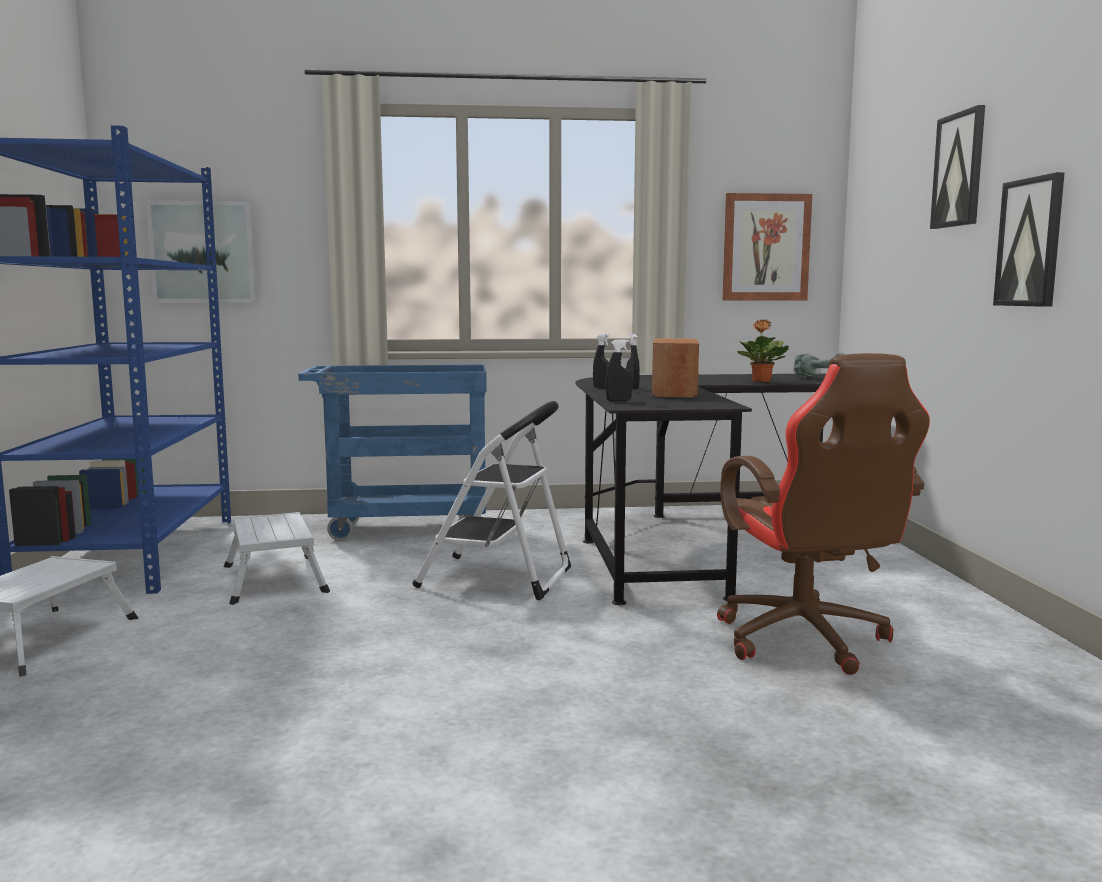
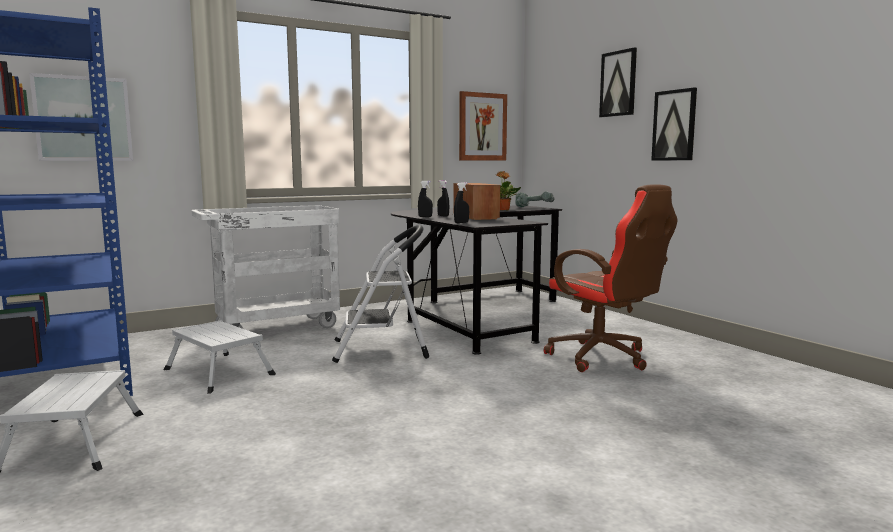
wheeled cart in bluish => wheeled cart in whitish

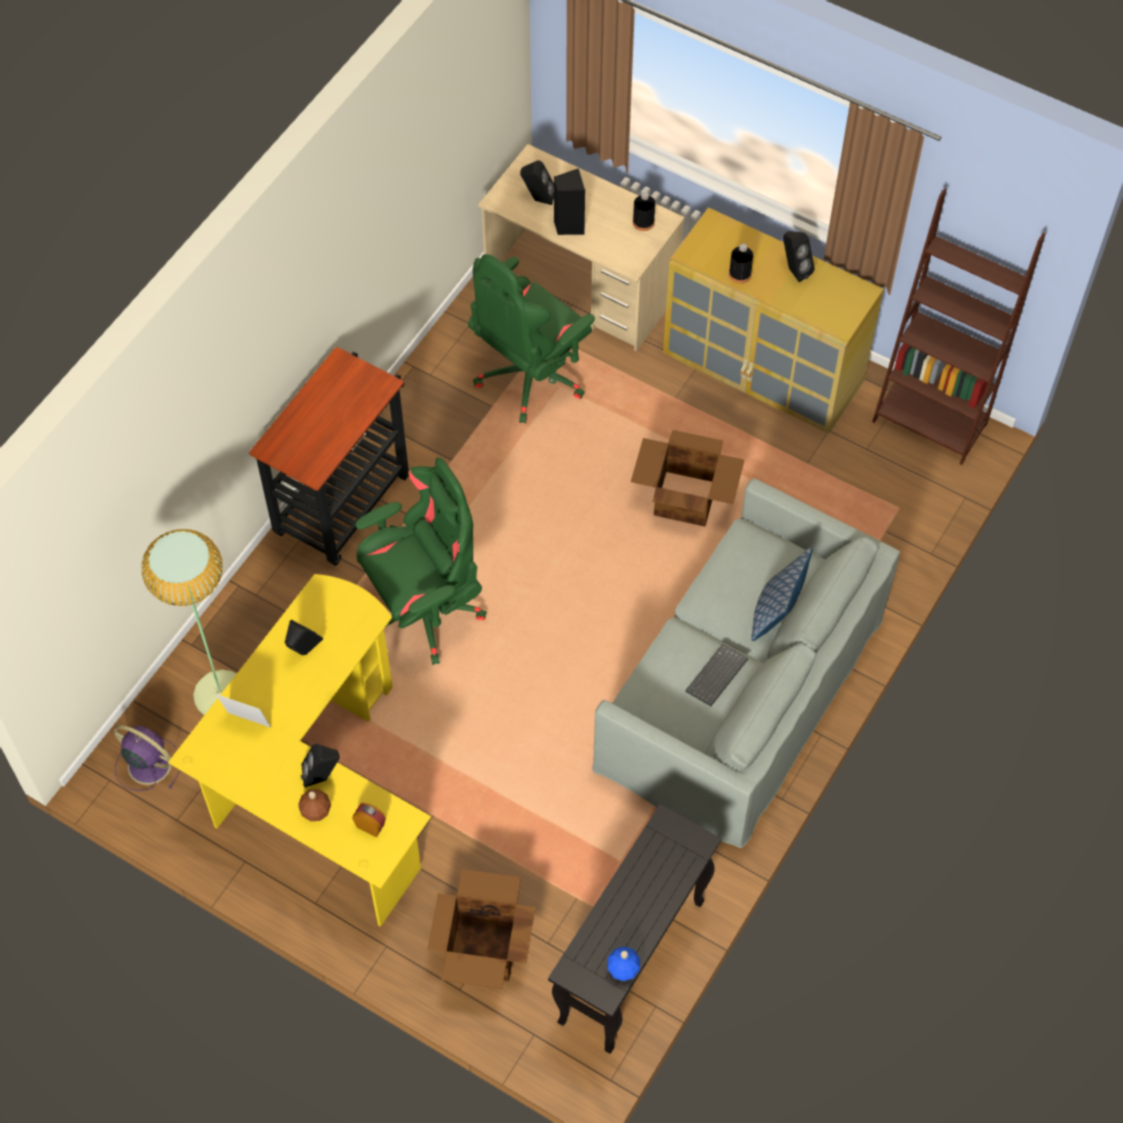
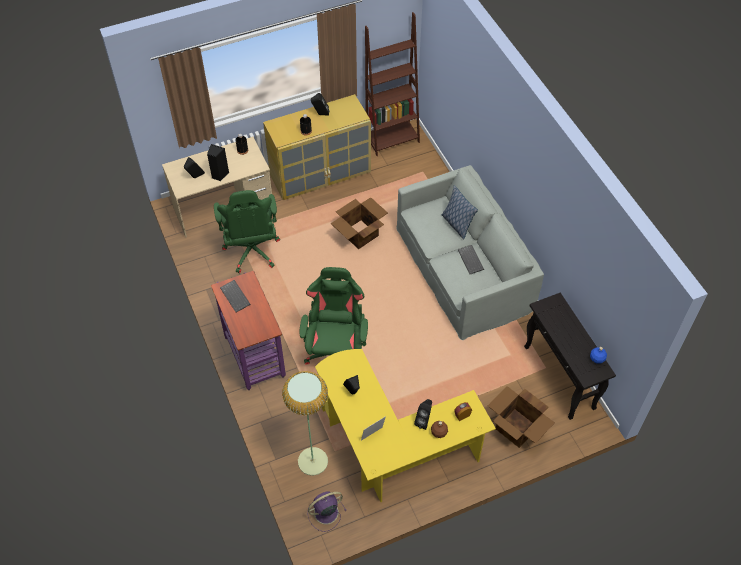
nothing => computer keyboard (1st from left)
wheeled cart in black => wheeled cart in purple-coloured

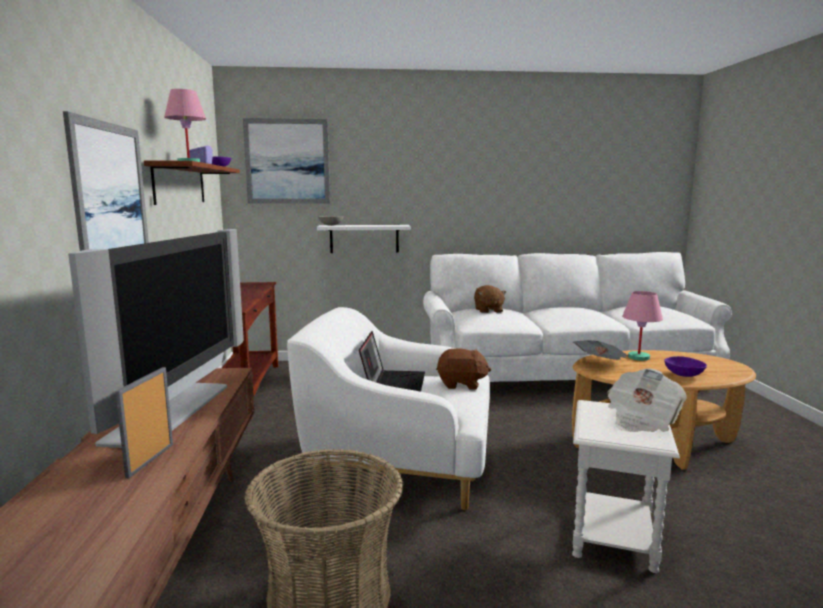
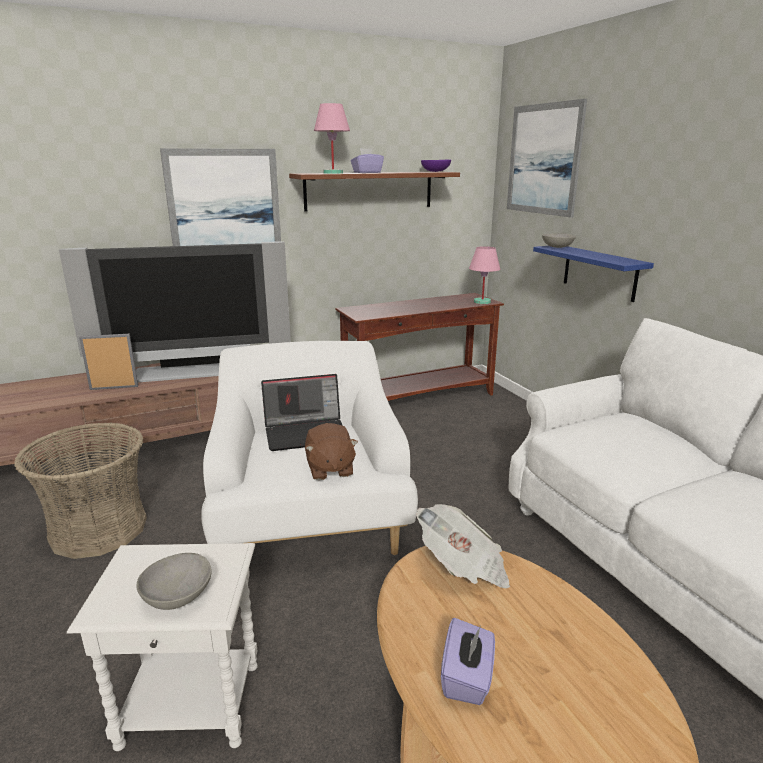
soft toy in brownish (2nd from left) => nothing
table lamp in pinkish (2nd from left), move
printed paper (2nd from left) => deep dish in greyish (1st from left)
deep dish in purple-coloured (2nd from left) => tissue box in purple-coloured (2nd from left)
bracket shelf in whitish => bracket shelf in bluish

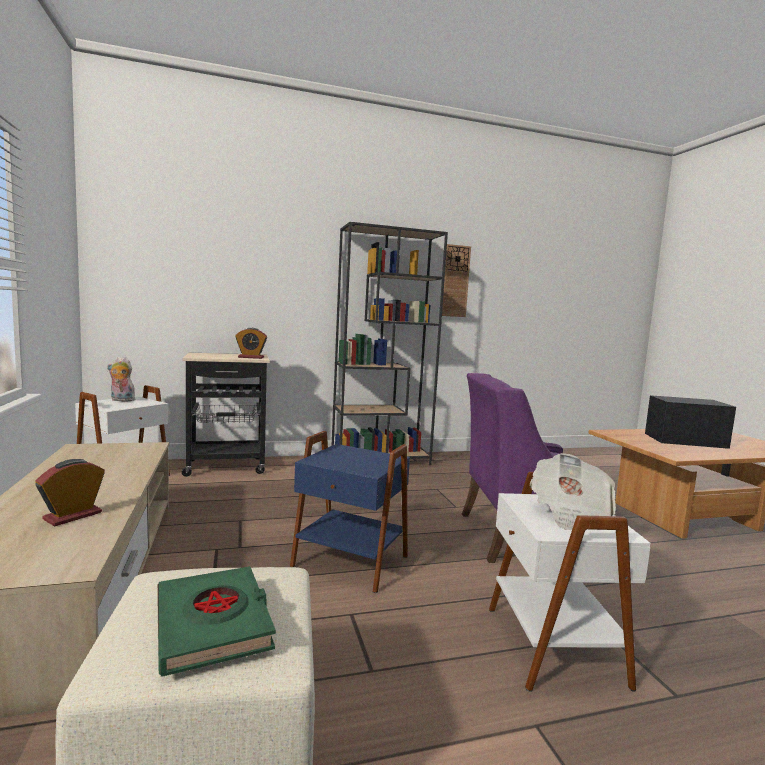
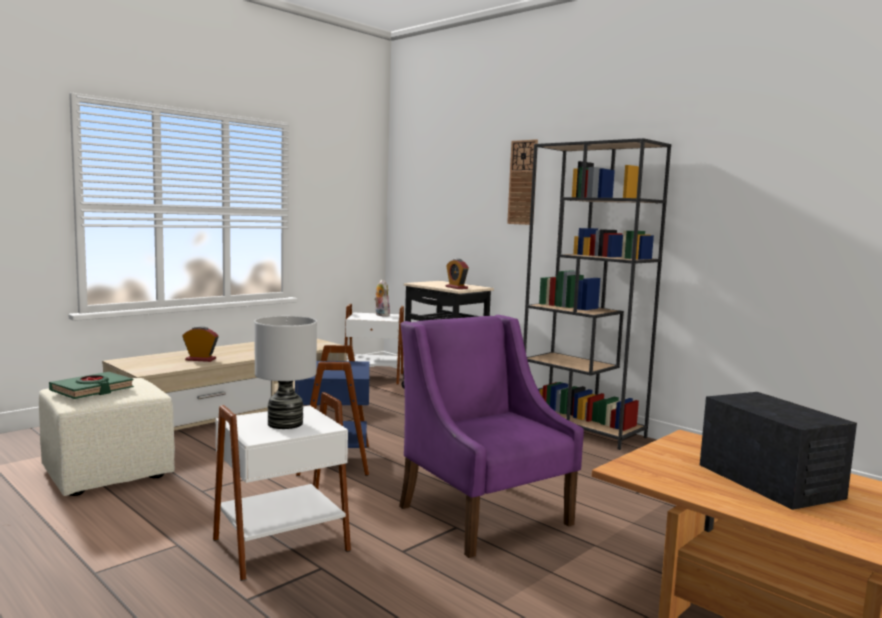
hanging clock, move
printed paper => table lamp in greyish

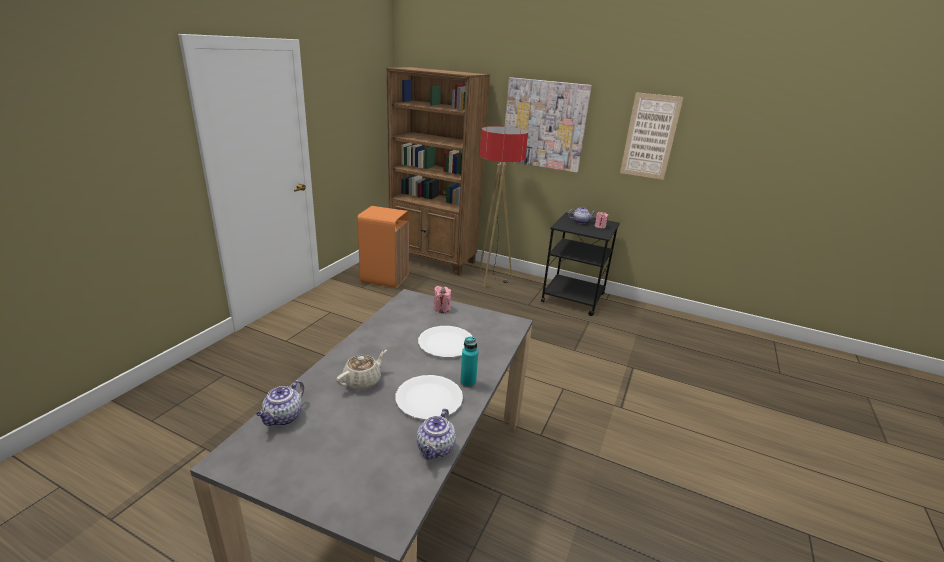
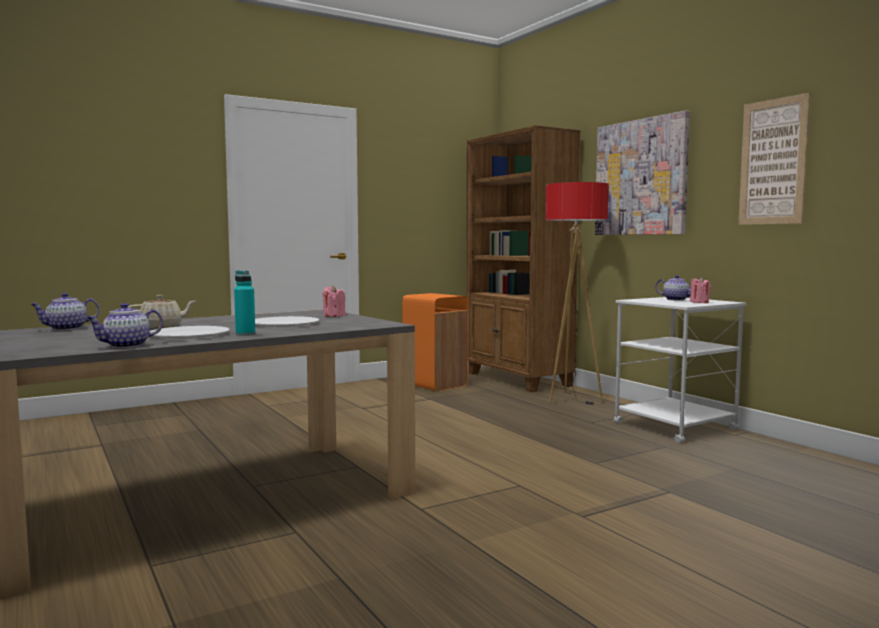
wheeled cart in black => wheeled cart in whitish

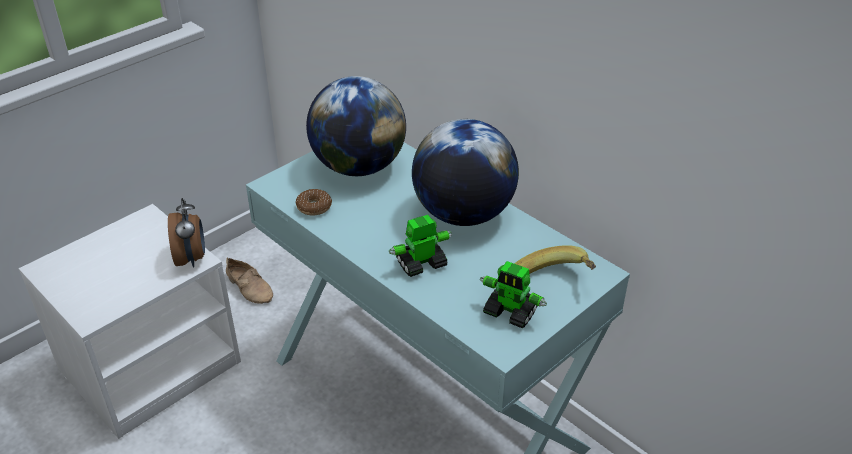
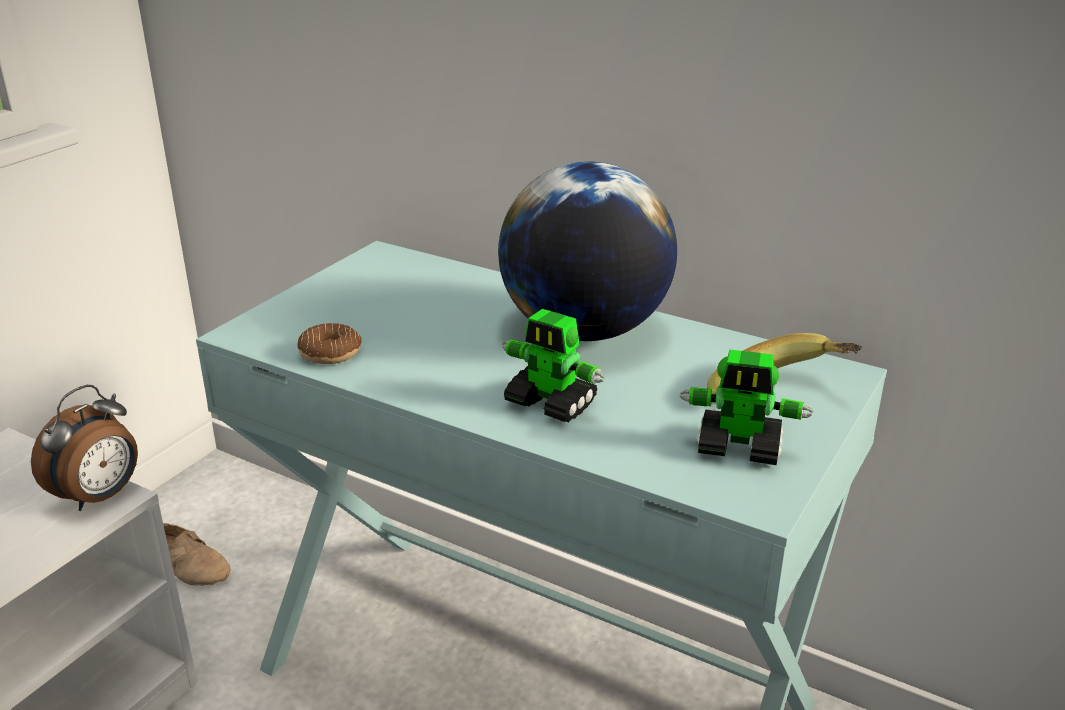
world globe (1st from left) => nothing
table clock, 60 degrees clockwise
robot figure (1st from left), 105 degrees counterclockwise

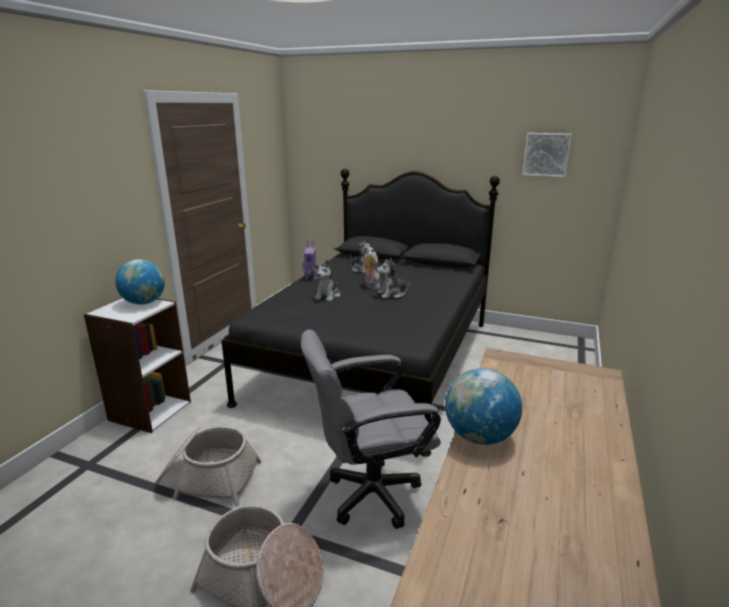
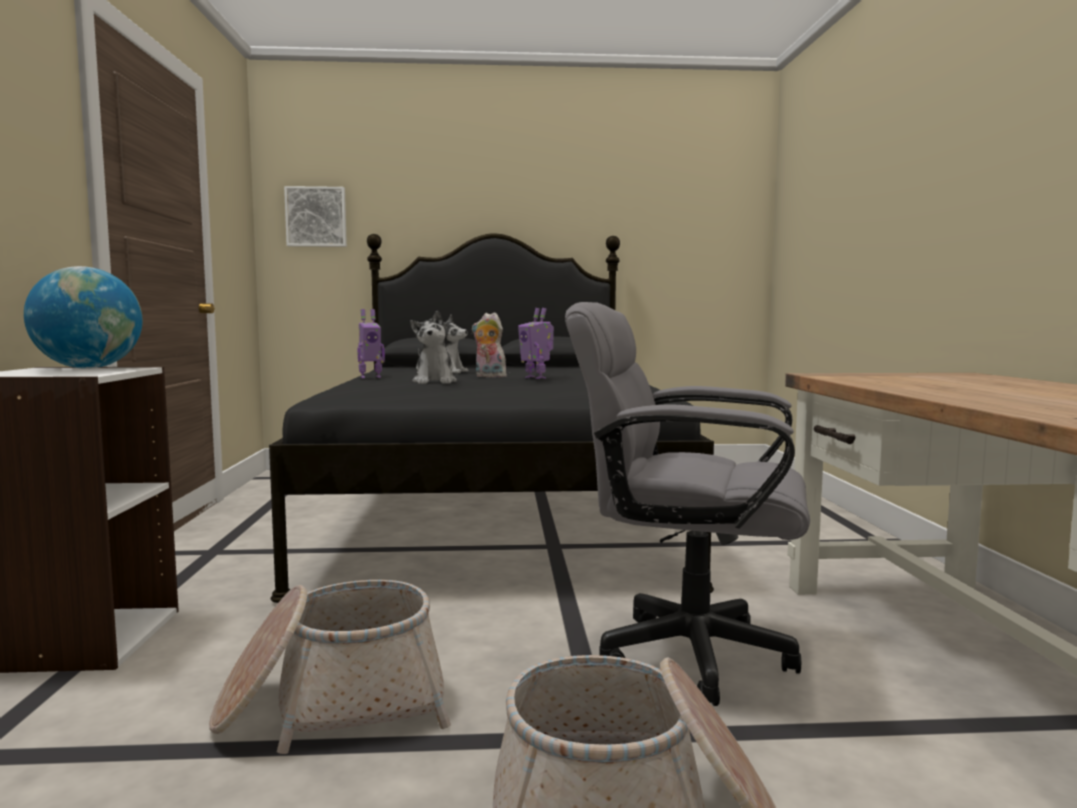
world globe (2nd from left) => nothing
wall art, move
soft toy (4th from left) => robot figure (2nd from left)
office chair in greyish, 60 degrees clockwise

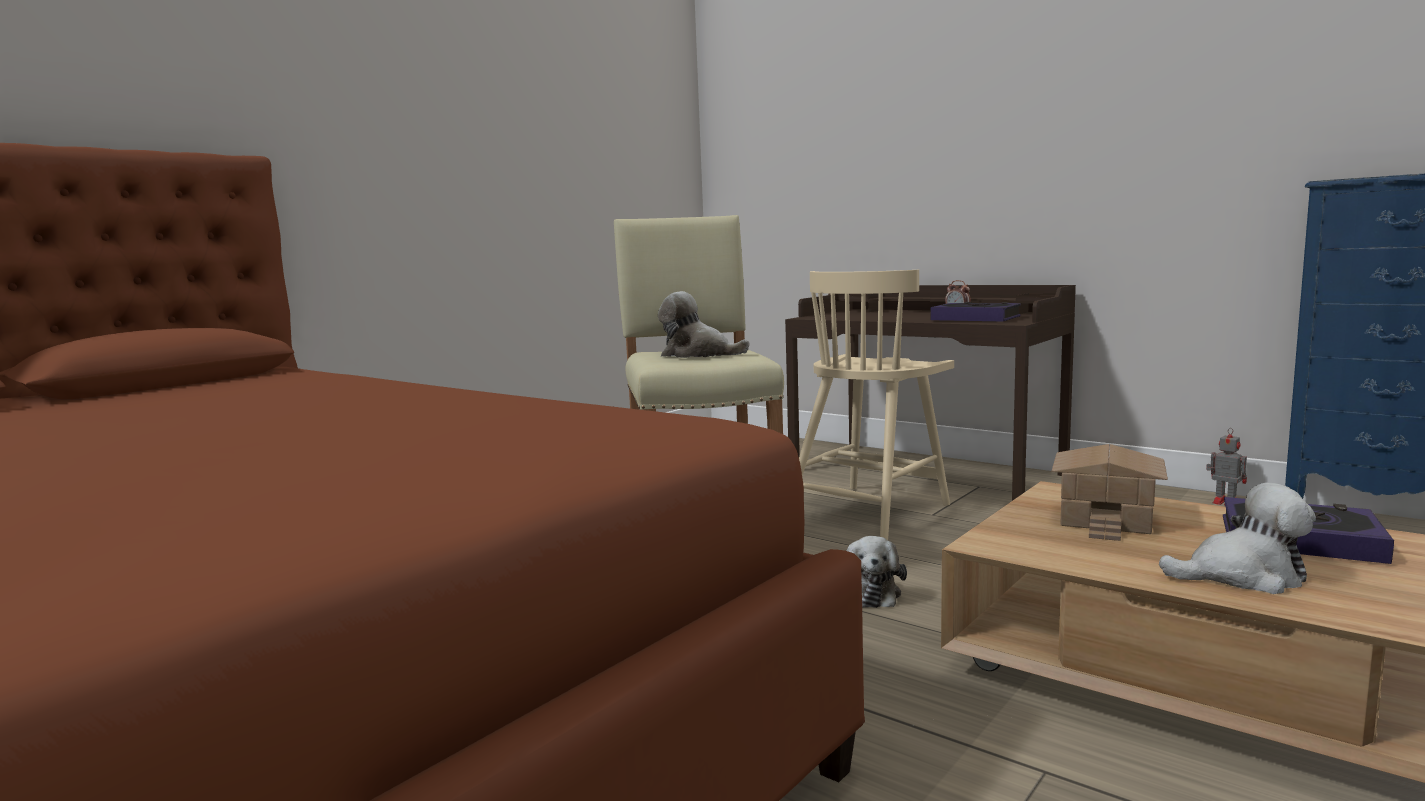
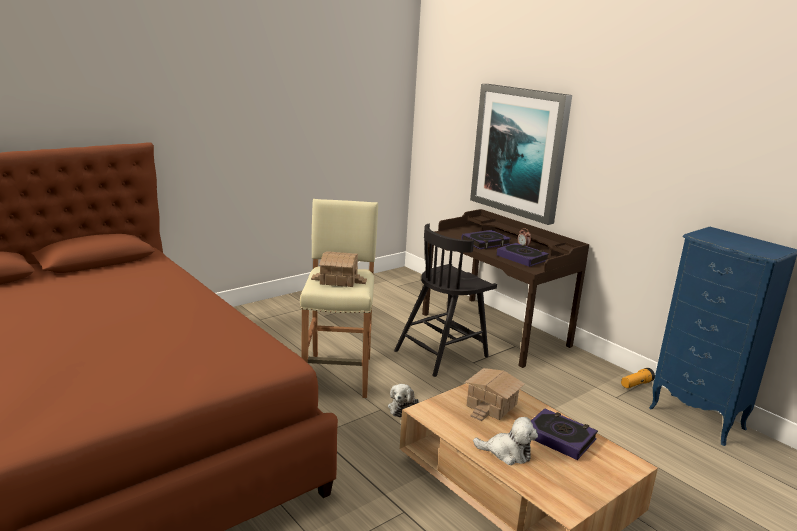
nothing => bound book (1st from left)
nothing => wall art
soft toy (1st from left) => toy house (1st from left)
robot figure => hand torch
upright chair in beige => upright chair in black

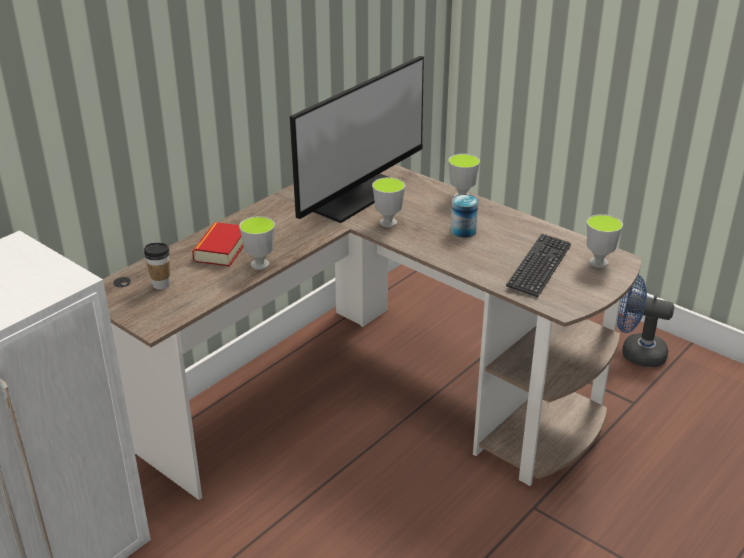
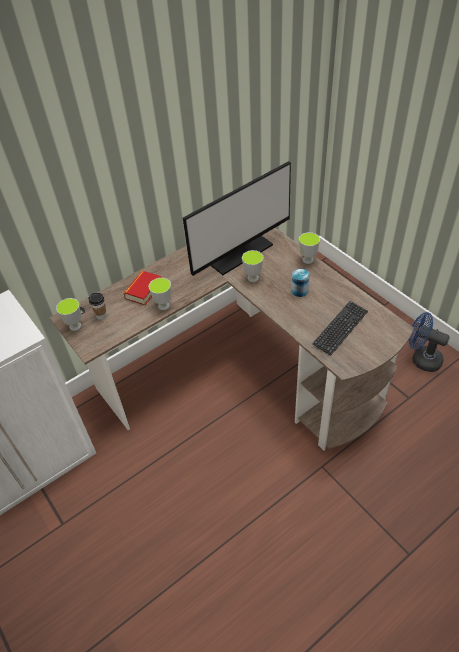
cup (5th from left in the first image) => cup (1st from left), move

